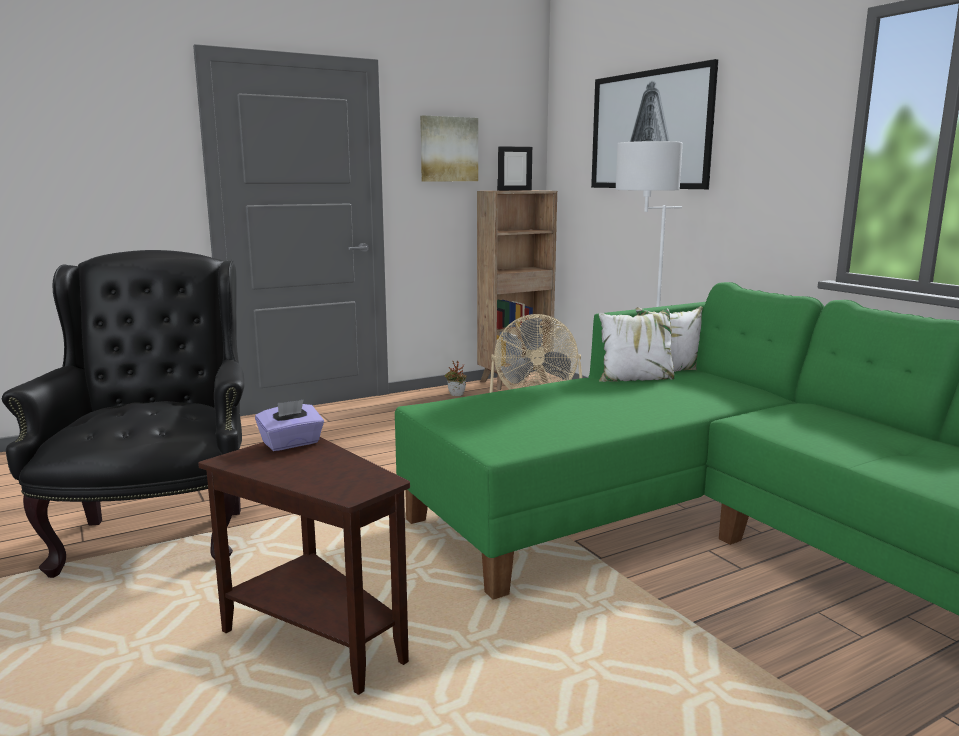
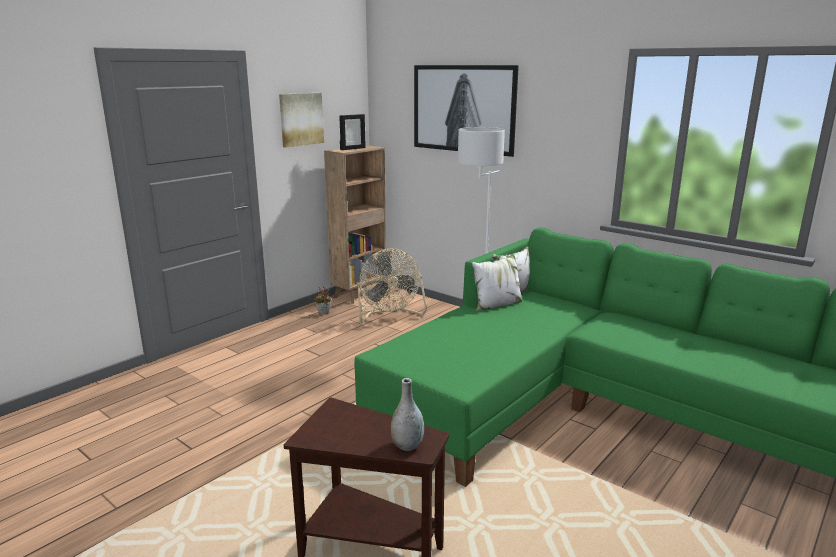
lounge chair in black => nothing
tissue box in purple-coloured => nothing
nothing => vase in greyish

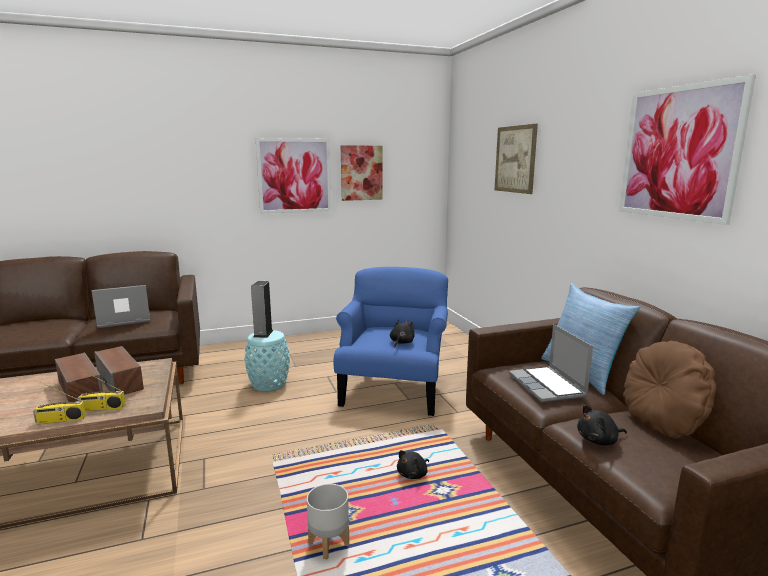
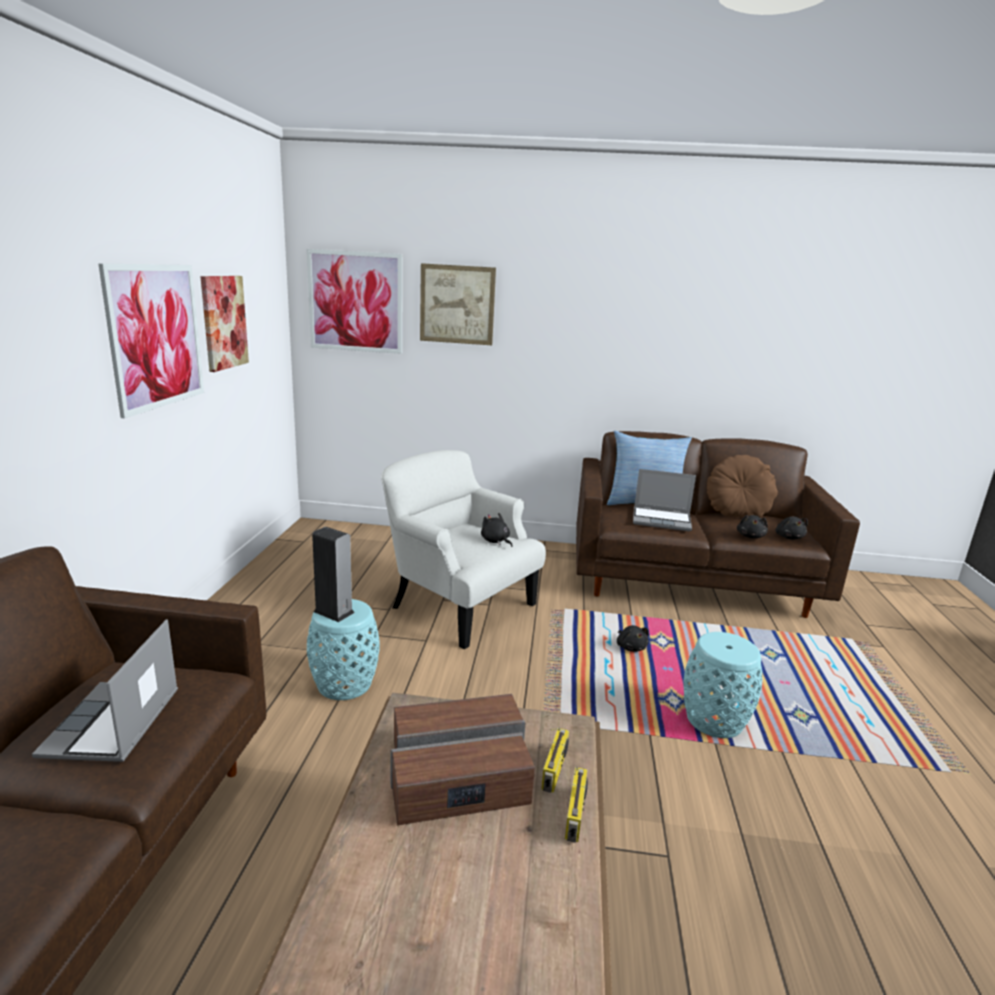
nothing => soft toy in black (4th from left)
wall art (4th from left in the first image) => wall art (3rd from left), move
plant pot in greyish => stool in turquoise-coloured (2nd from left)
lounge chair in bluish => lounge chair in whitish

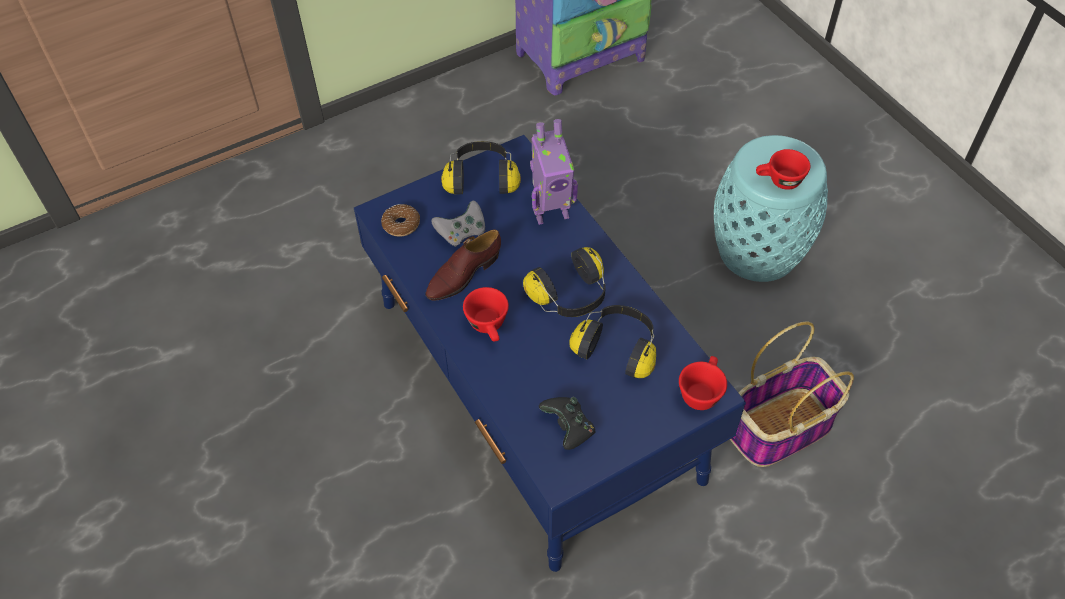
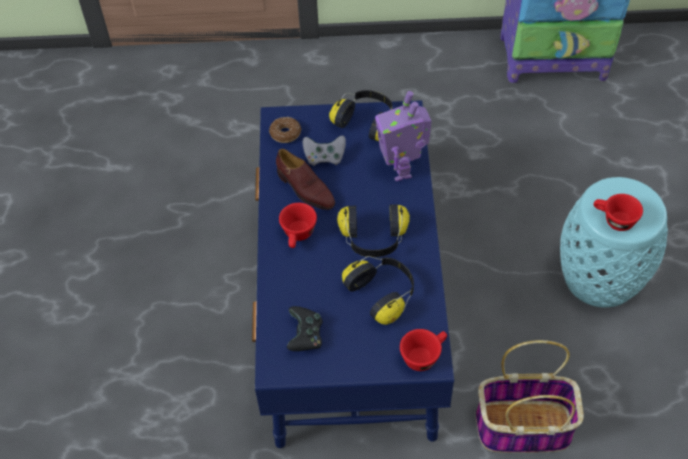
low shoe in brownish, 120 degrees counterclockwise
robot figure, 60 degrees clockwise

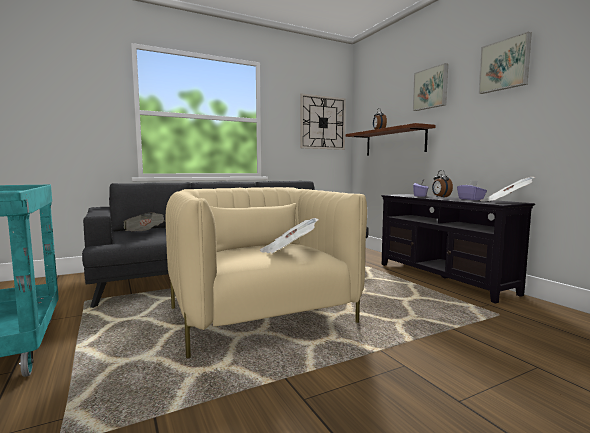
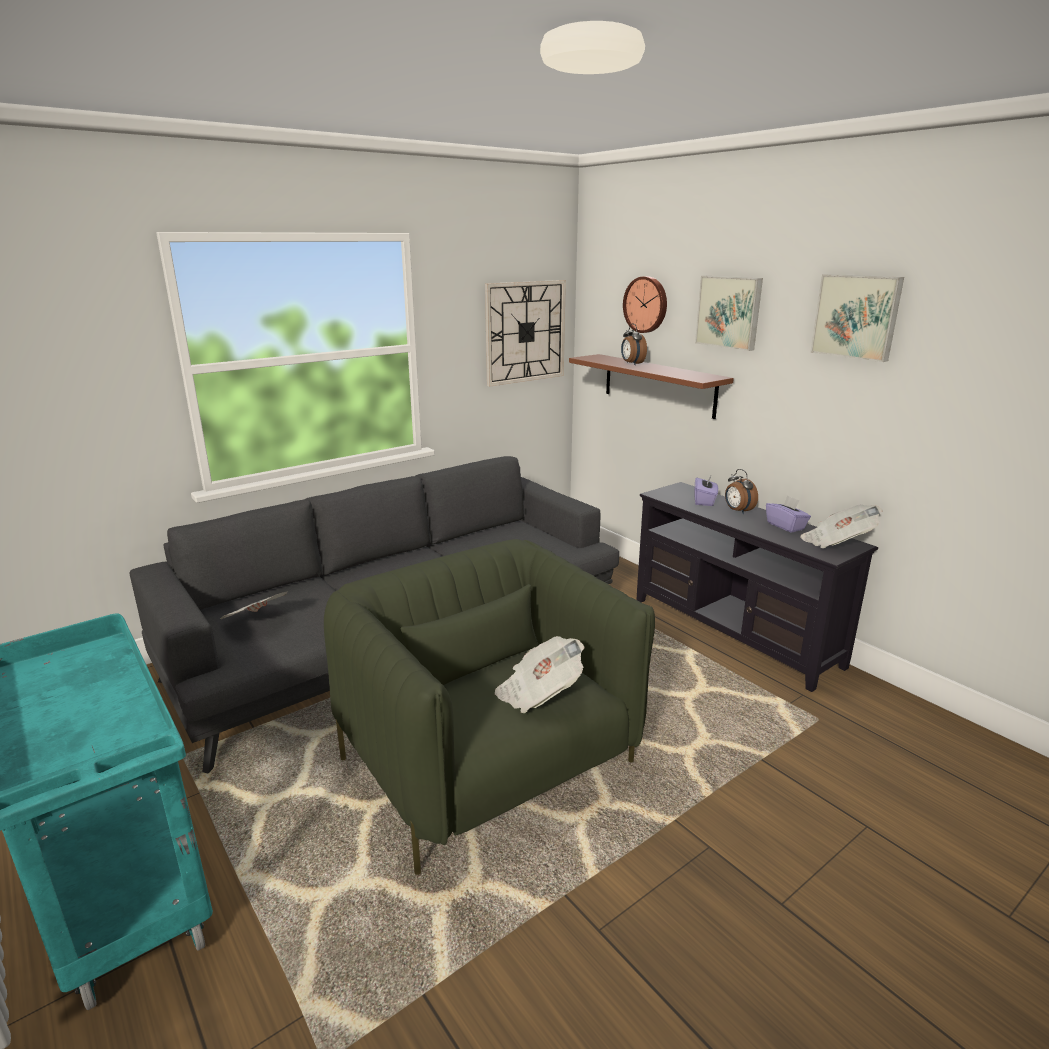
nothing => hanging clock (2nd from left)
lounge chair in beige => lounge chair in greenish

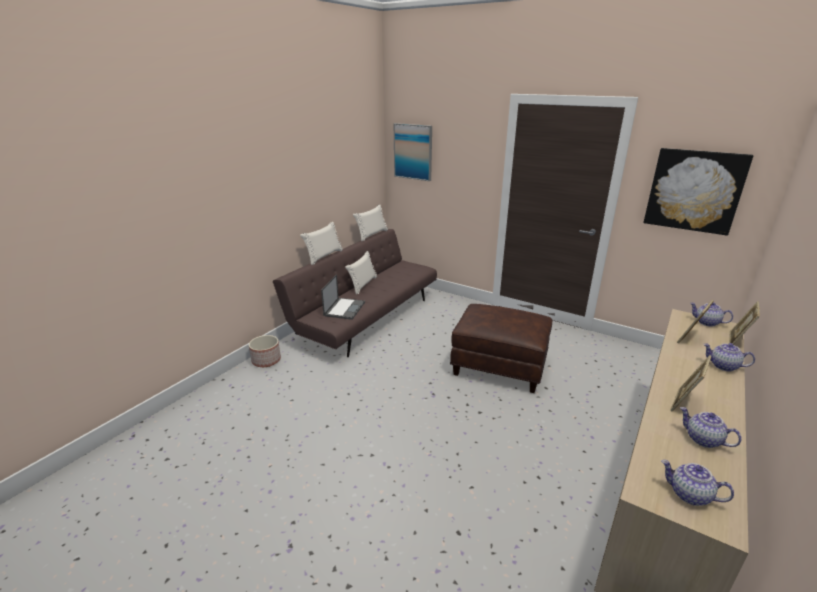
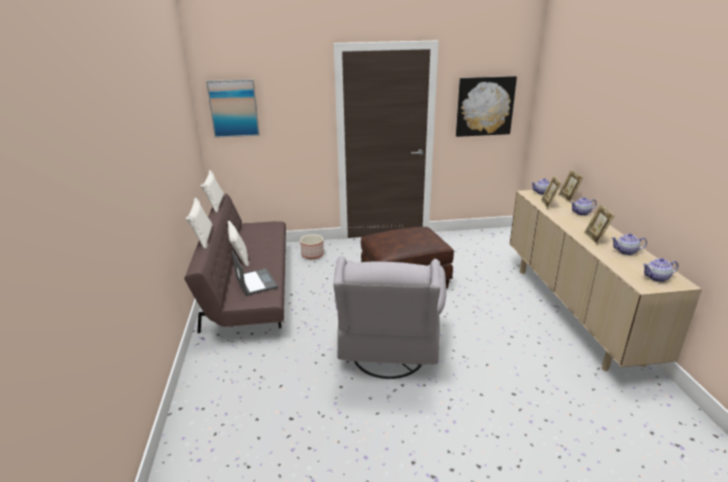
nothing => lounge chair in greyish
plant pot, move

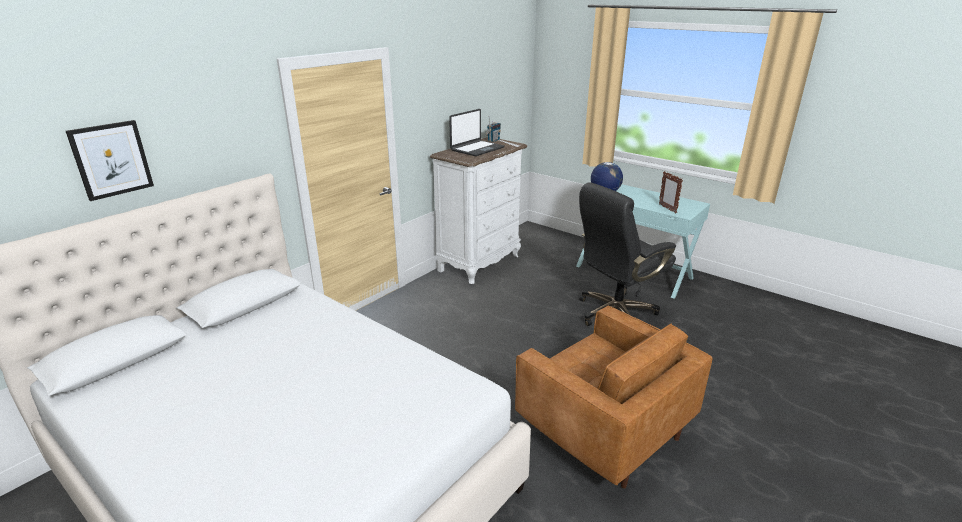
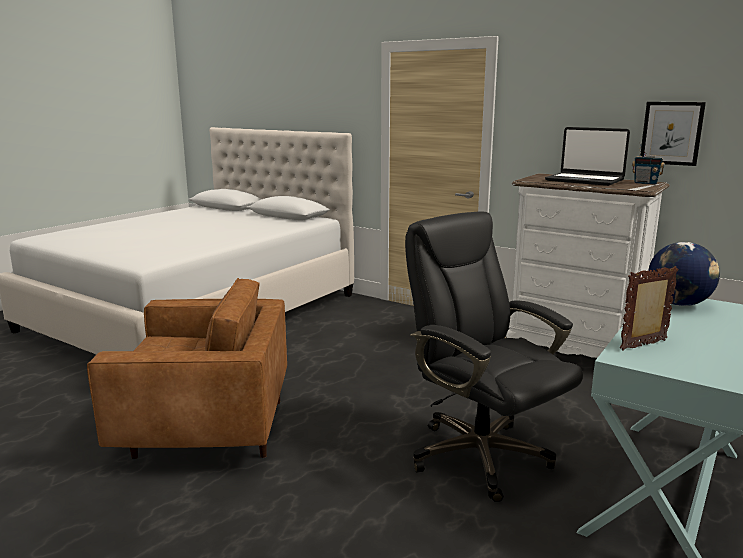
wall art, move
lounge chair in brownish, 135 degrees counterclockwise

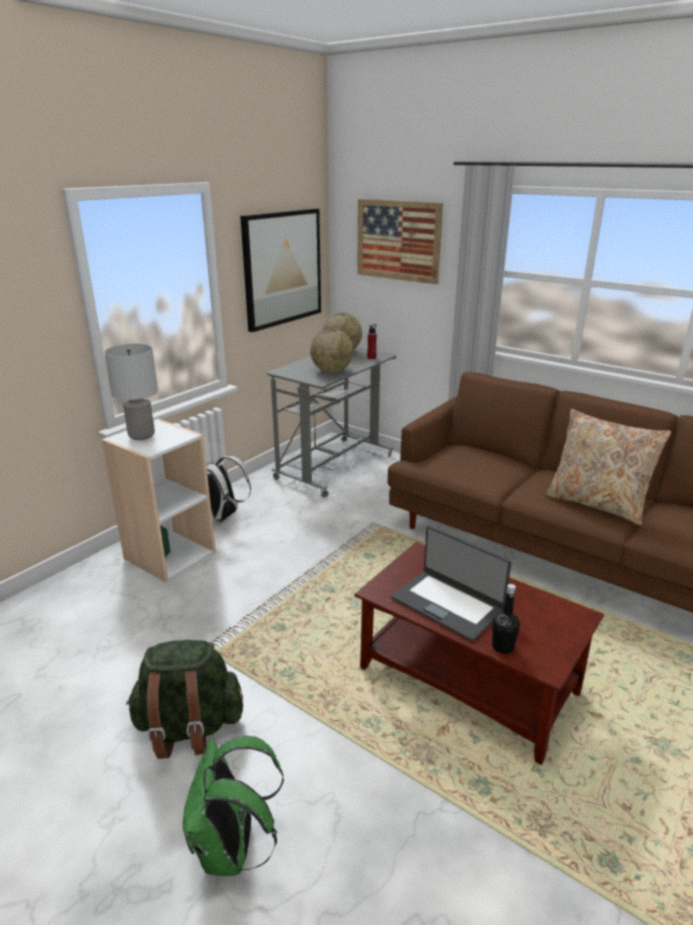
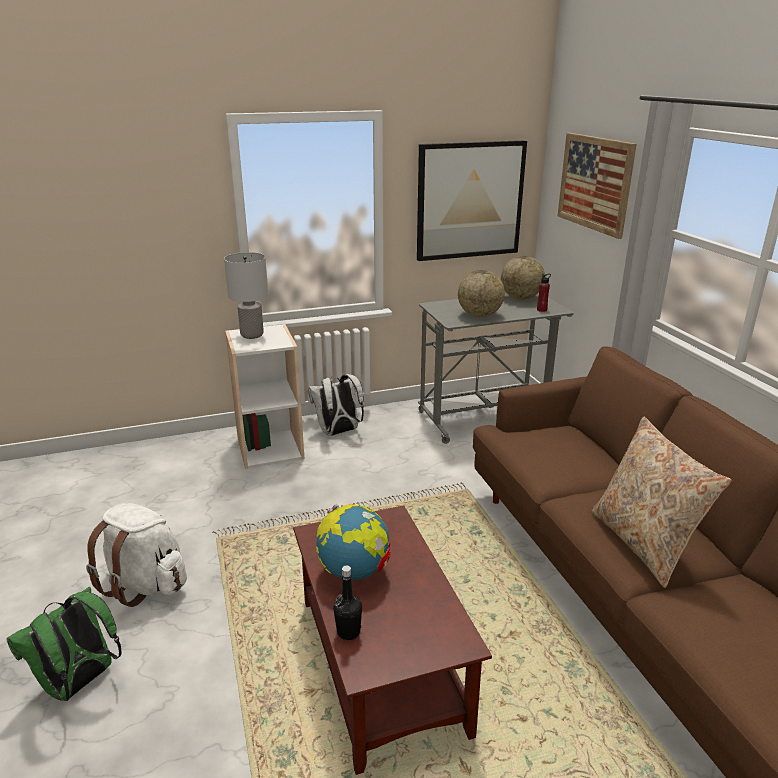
portable computer => world globe (1st from left)
knapsack in greenish (1st from left) => knapsack in whitish (1st from left)

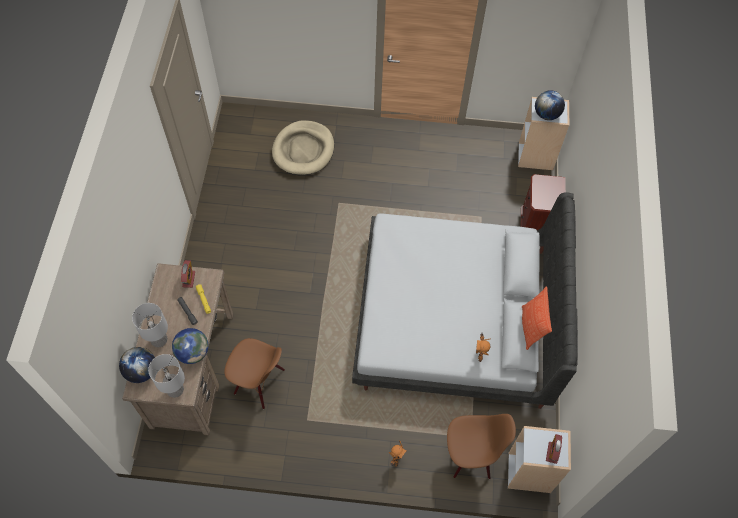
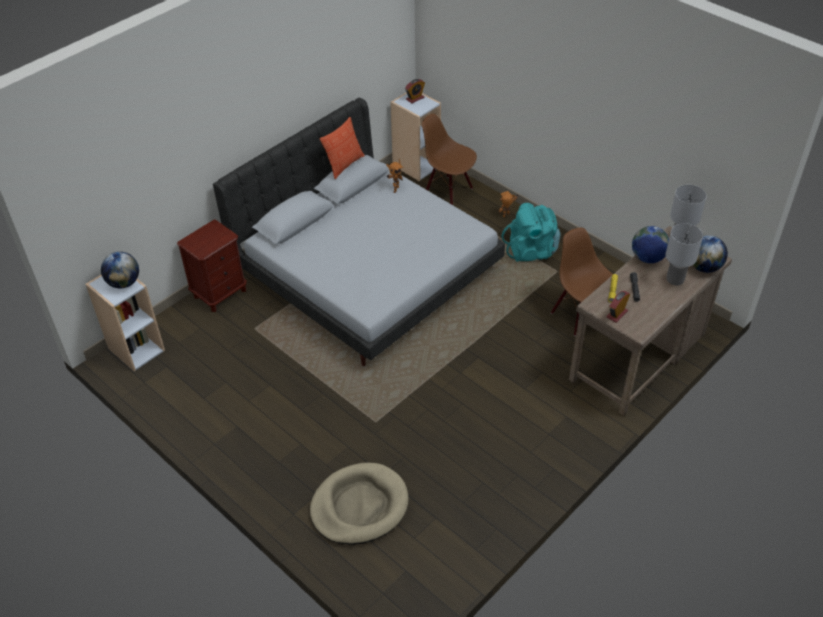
nothing => knapsack in turquoise-coloured

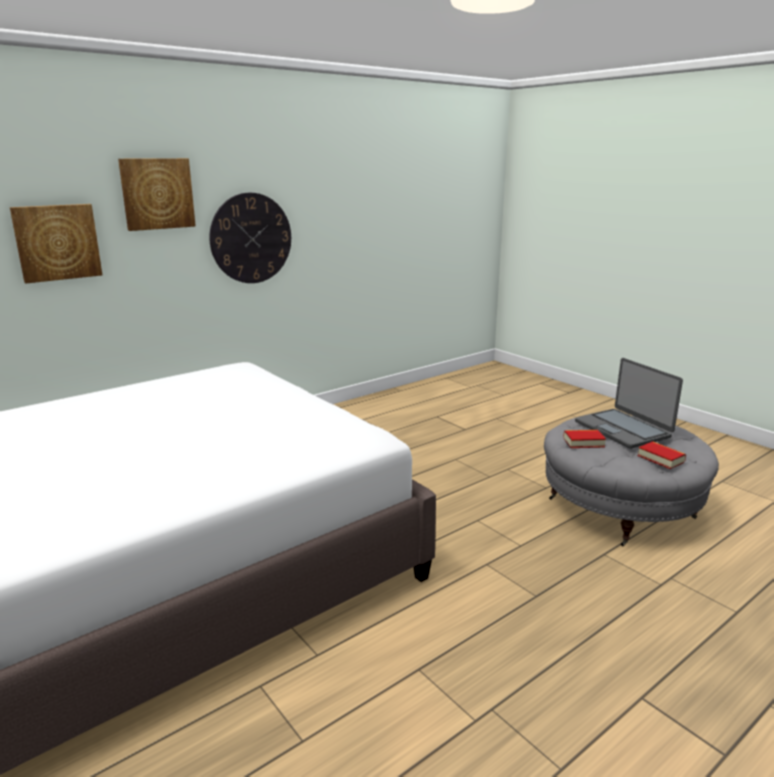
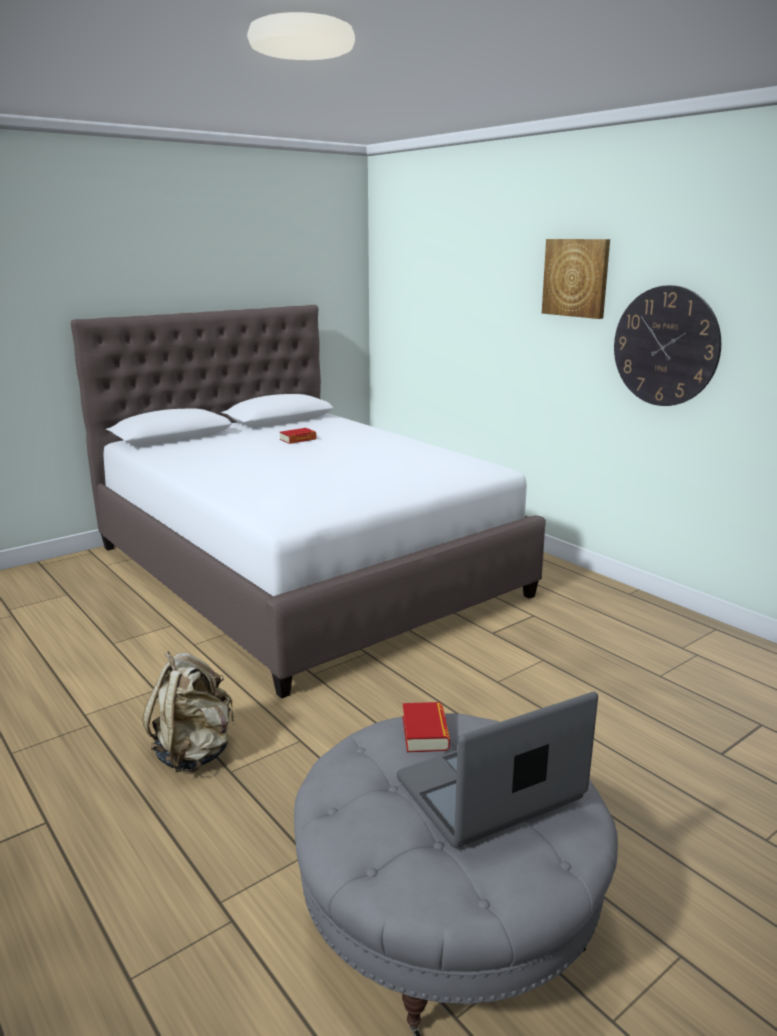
wall art (1st from left) => nothing
nothing => knapsack in beige
bound book (2nd from left in the first image) => bound book (1st from left), move

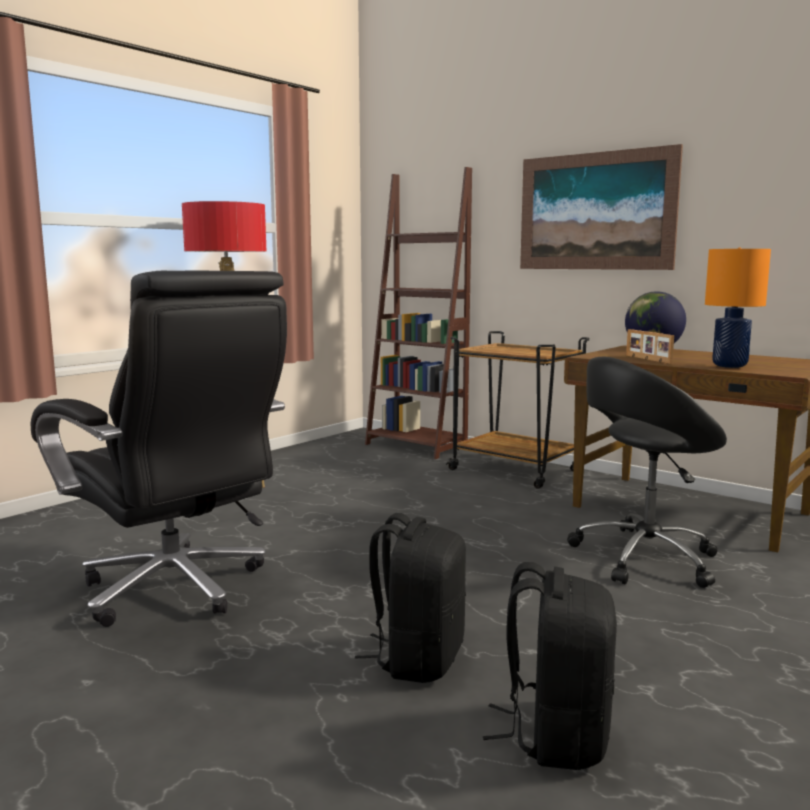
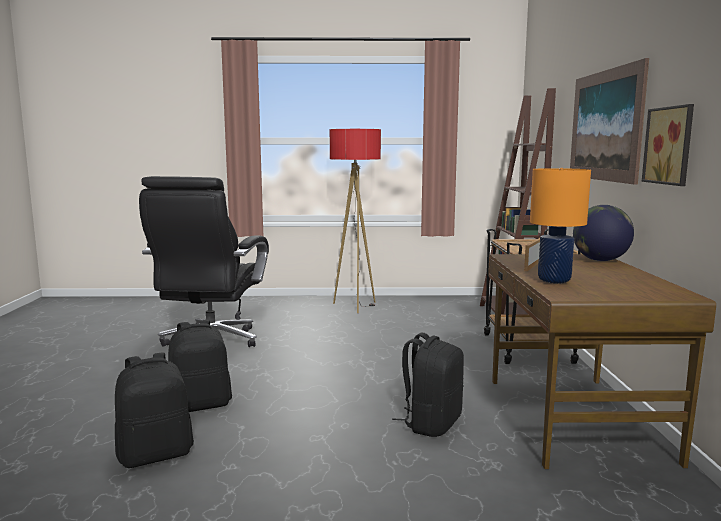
nothing => wall art (2nd from left)
office chair in black (2nd from left) => knapsack in black (3rd from left)

